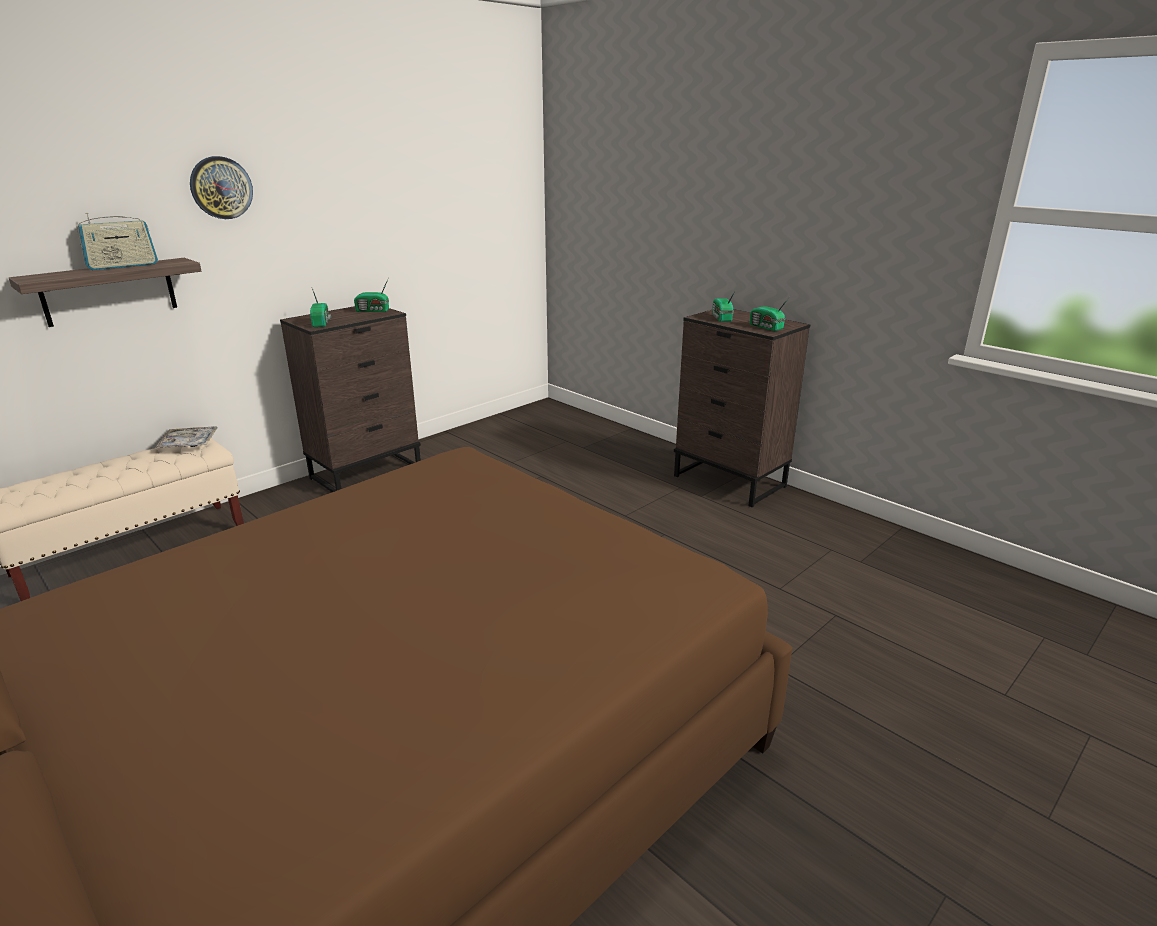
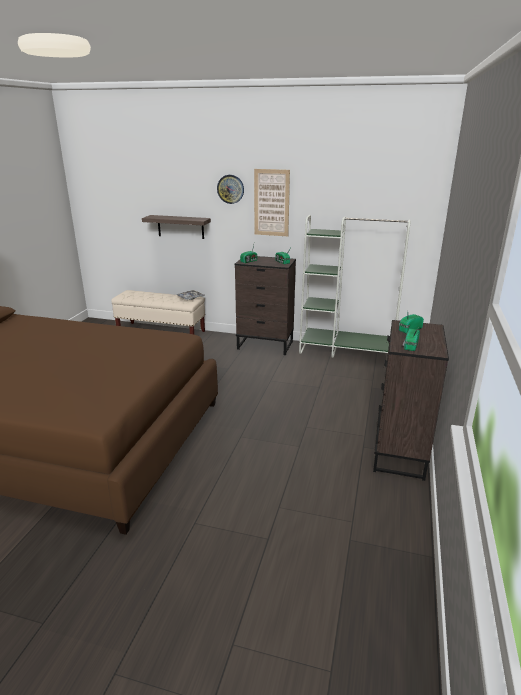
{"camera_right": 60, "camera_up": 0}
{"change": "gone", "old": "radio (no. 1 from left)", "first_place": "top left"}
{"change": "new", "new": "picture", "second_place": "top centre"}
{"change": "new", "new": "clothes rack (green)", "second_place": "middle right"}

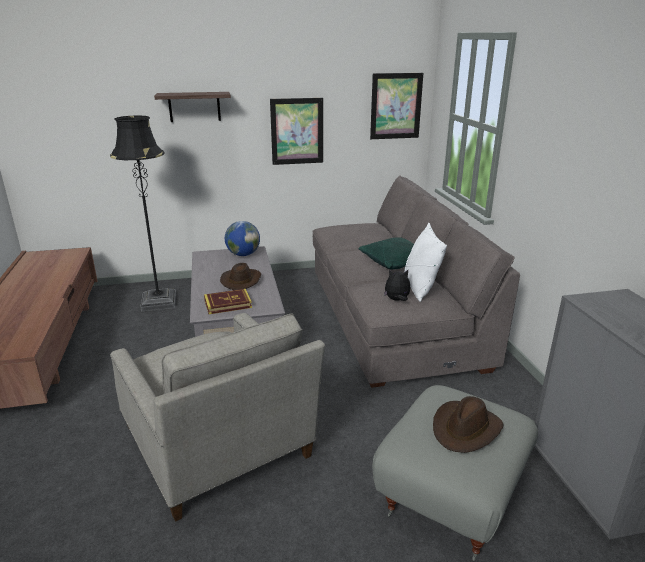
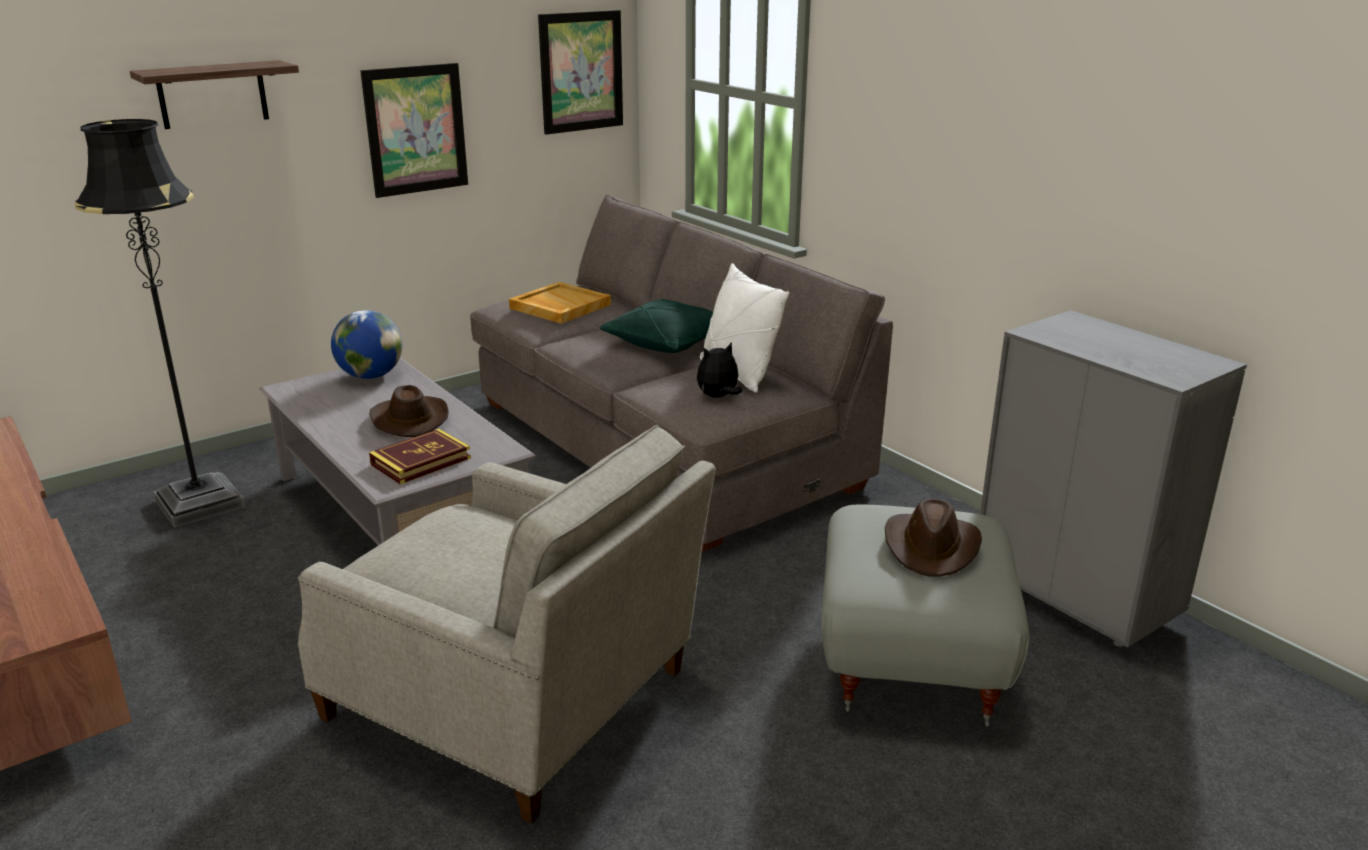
{"camera_right": -25, "camera_up": 0}
{"change": "new", "new": "tray (beige)", "second_place": "centre"}

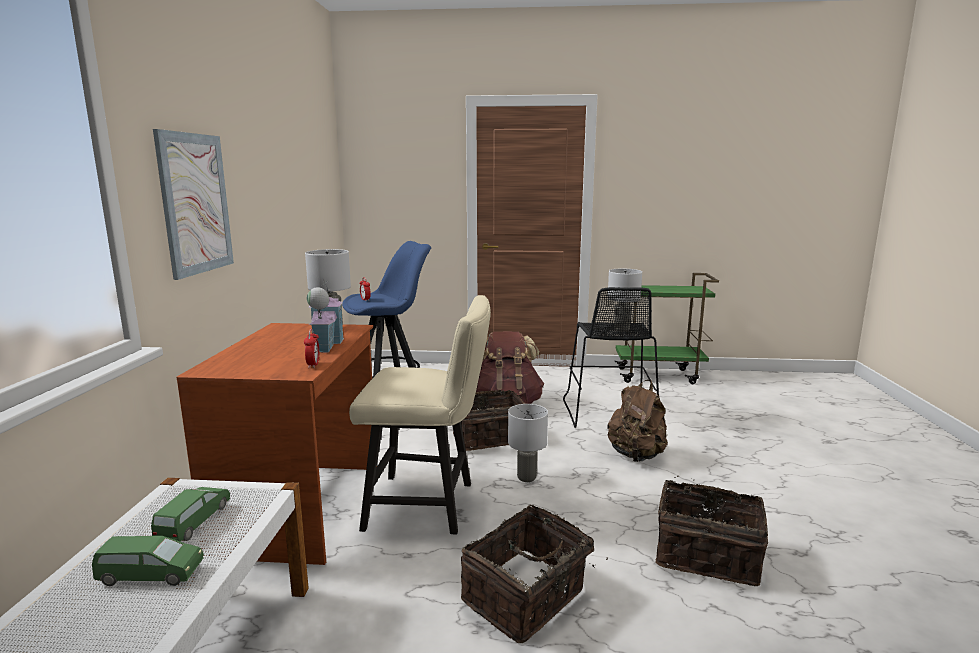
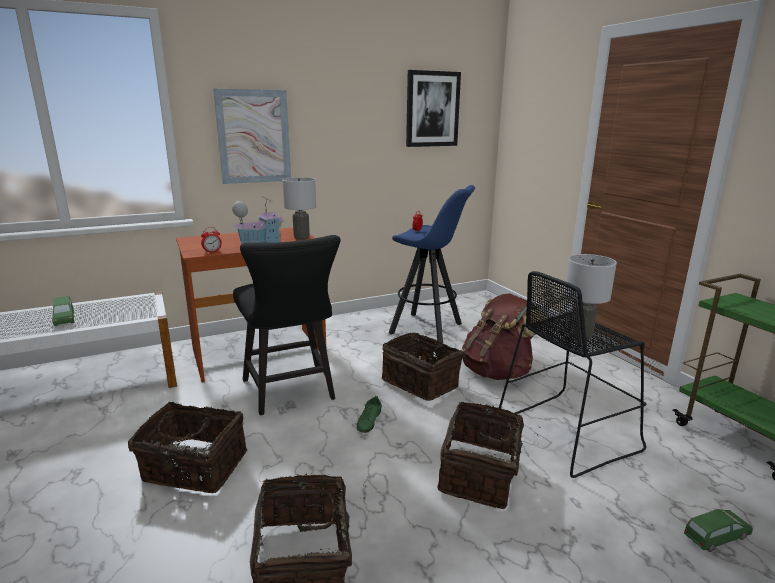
{"camera_right": 60, "camera_up": 5}
{"change": "new", "new": "picture (no. 2 from left)", "second_place": "top centre"}
{"change": "shifted", "old": "toy car (green) (no. 2 from left)", "first_place": "bottom left", "second_place": "bottom right"}
{"change": "swapped", "old": "table lamp (white) (no. 2 from left)", "new": "shoe (green)", "first_place": "bottom centre", "second_place": "bottom centre"}
{"change": "swapped", "old": "backpack (brown) (no. 2 from left)", "new": "basket (no. 4 from left)", "first_place": "centre", "second_place": "bottom centre"}
{"change": "repainted", "old": "chair (beige)", "new": "chair (black)", "first_place": "centre", "second_place": "centre"}

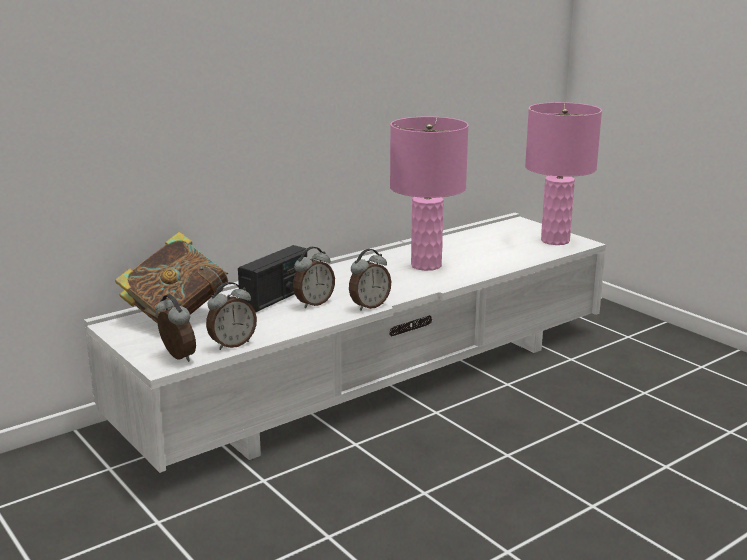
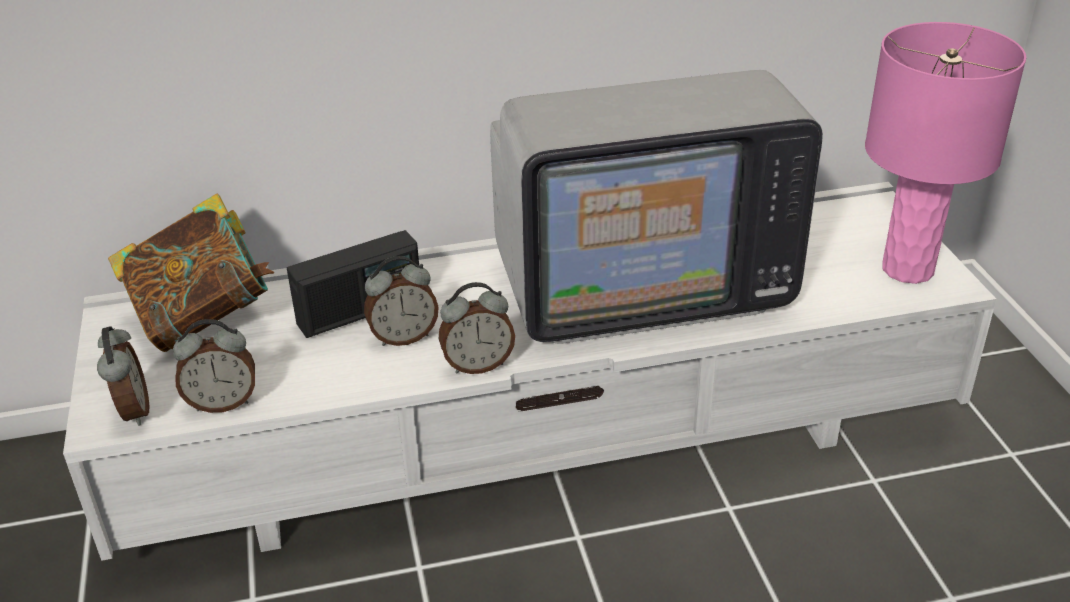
{"camera_right": 25, "camera_up": 15}
{"change": "swapped", "old": "table lamp (pink) (no. 1 from left)", "new": "television", "first_place": "centre", "second_place": "centre"}

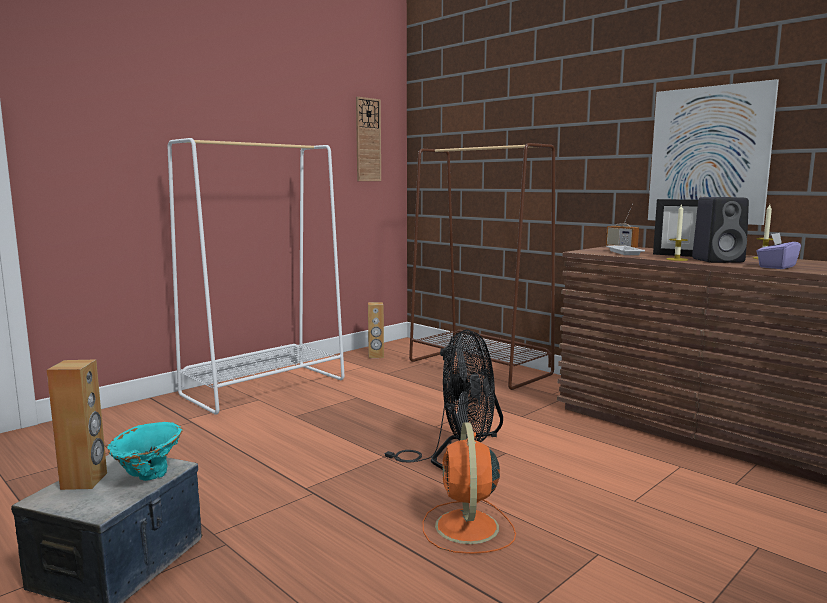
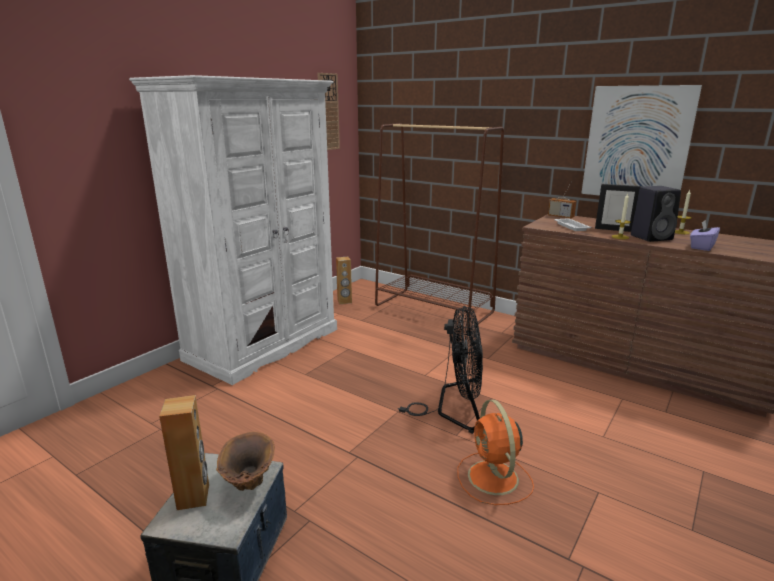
{"camera_right": -10, "camera_up": 10}
{"change": "swapped", "old": "clothes rack (white)", "new": "wardrobe (white)", "first_place": "middle left", "second_place": "middle left"}
{"change": "repainted", "old": "vase (turquoise)", "new": "vase (brown)", "first_place": "bottom left", "second_place": "bottom left"}

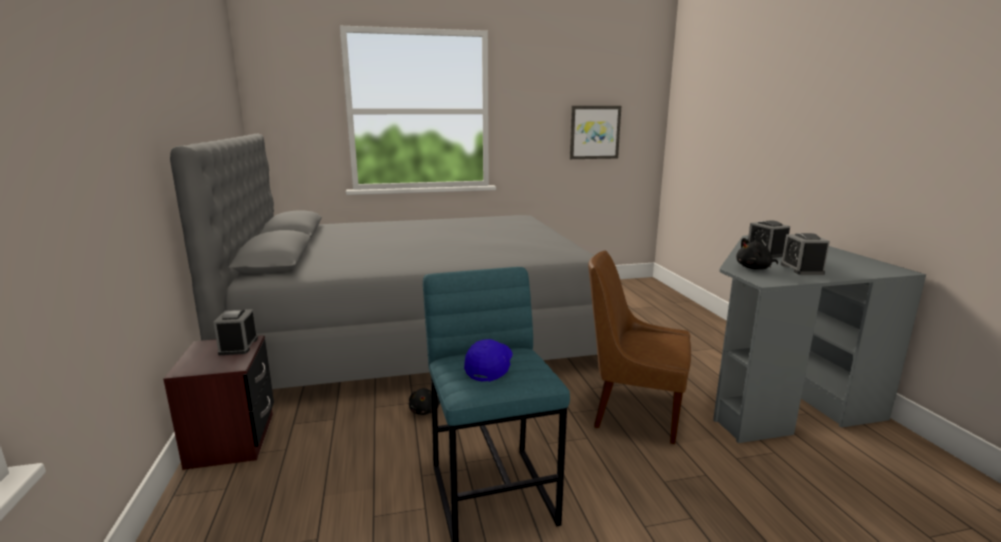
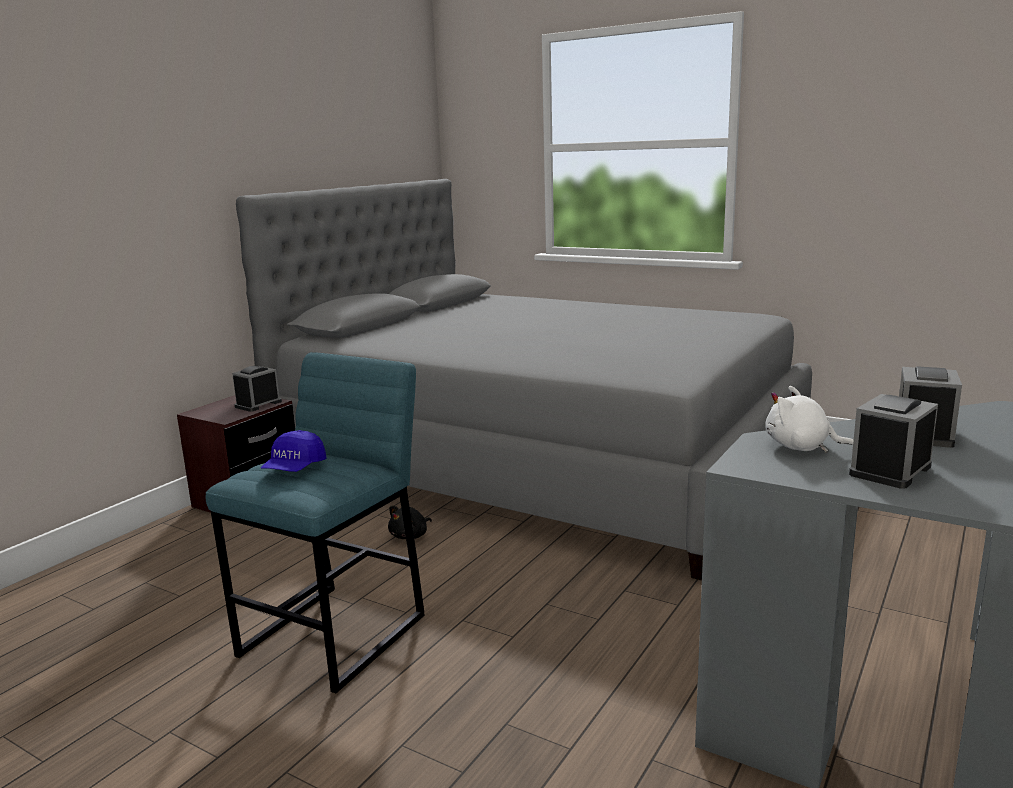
{"camera_right": 45, "camera_up": 0}
{"change": "gone", "old": "picture", "first_place": "top centre"}
{"change": "gone", "old": "chair (brown)", "first_place": "centre"}
{"change": "repainted", "old": "plush toy (black) (no. 2 from left)", "new": "plush toy (white)", "first_place": "middle right", "second_place": "middle right"}
{"change": "rotated", "old": "cap (blue)", "first_place": "centre", "second_place": "middle left", "degrees": 135}

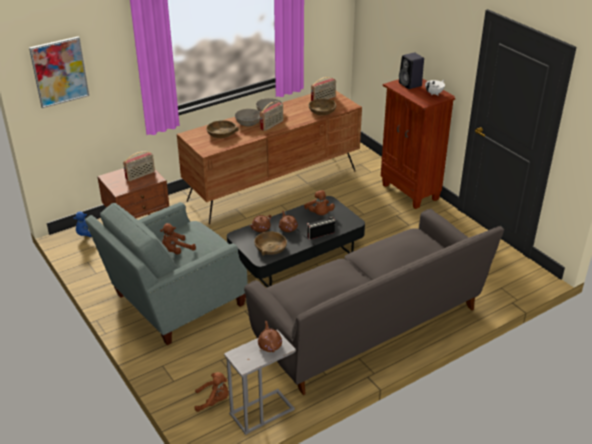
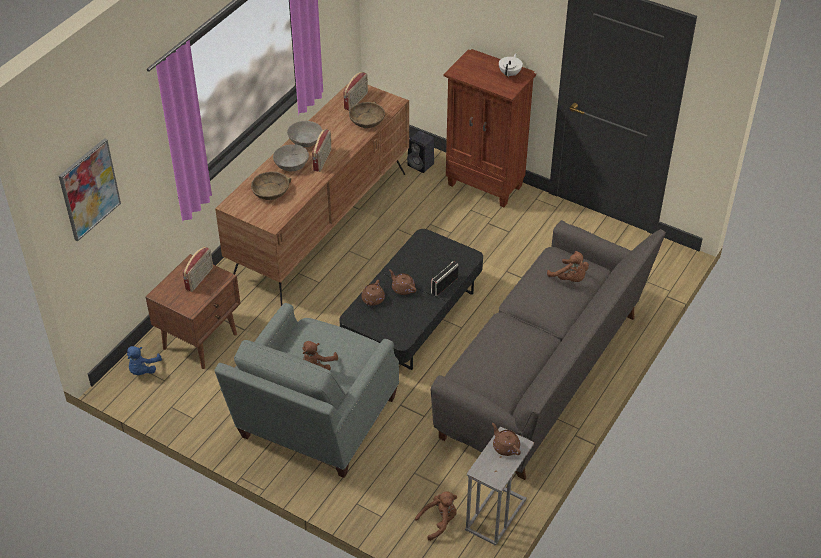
{"camera_right": -25, "camera_up": 10}
{"change": "gone", "old": "bowl (brown) (no. 2 from left)", "first_place": "centre"}
{"change": "shifted", "old": "plush toy (brown) (no. 3 from left)", "first_place": "centre", "second_place": "middle right"}
{"change": "shifted", "old": "speaker (black)", "first_place": "top right", "second_place": "top centre"}

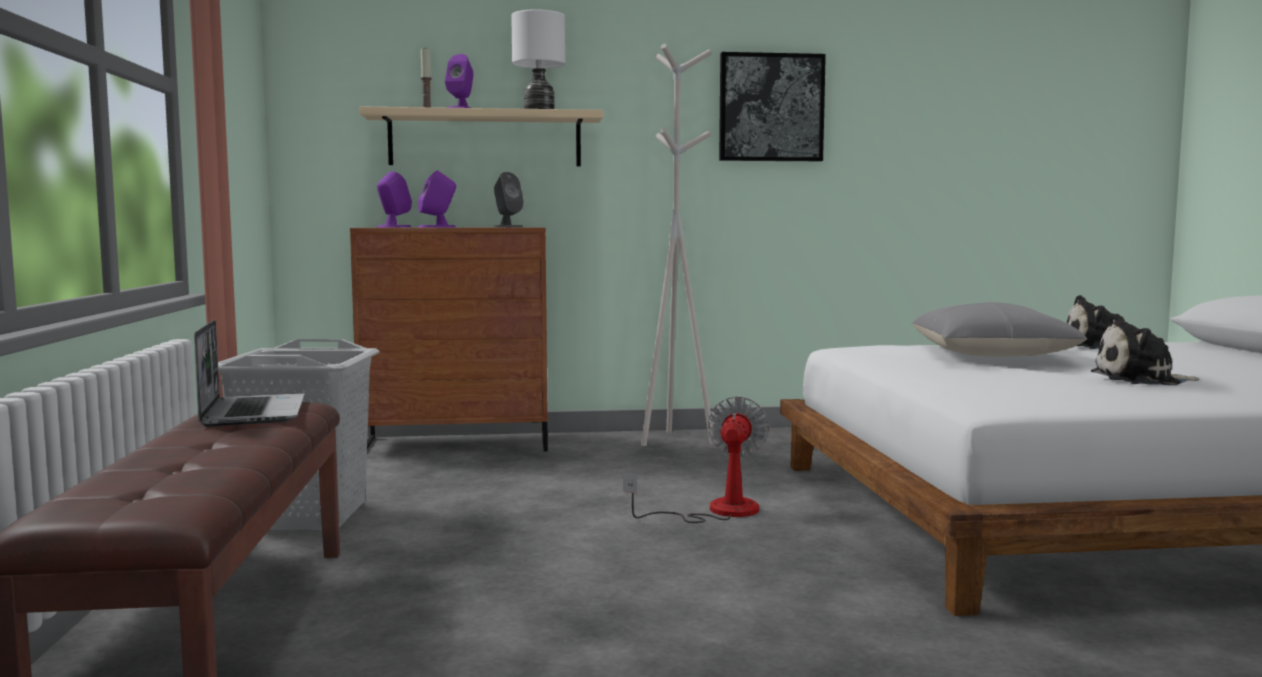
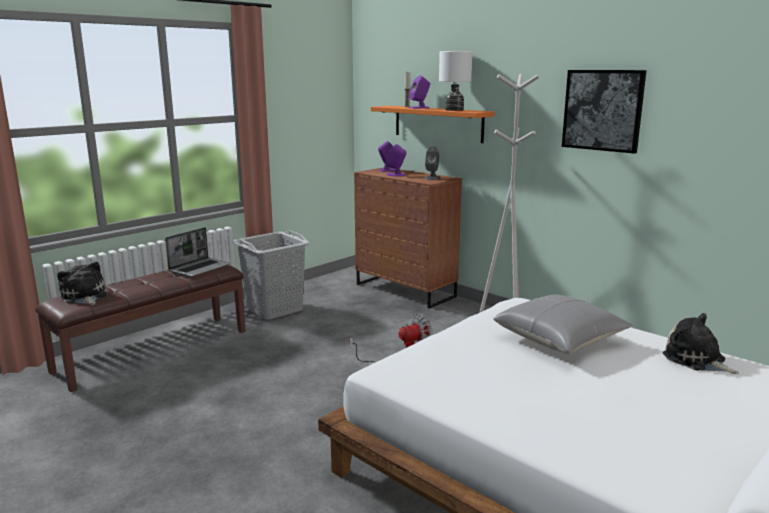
{"camera_right": 50, "camera_up": 10}
{"change": "shifted", "old": "plush toy (no. 2 from left in the first image)", "new": "plush toy (no. 1 from left)", "first_place": "middle right", "second_place": "middle left"}
{"change": "repainted", "old": "shelf (beige)", "new": "shelf (orange)", "first_place": "top centre", "second_place": "top centre"}

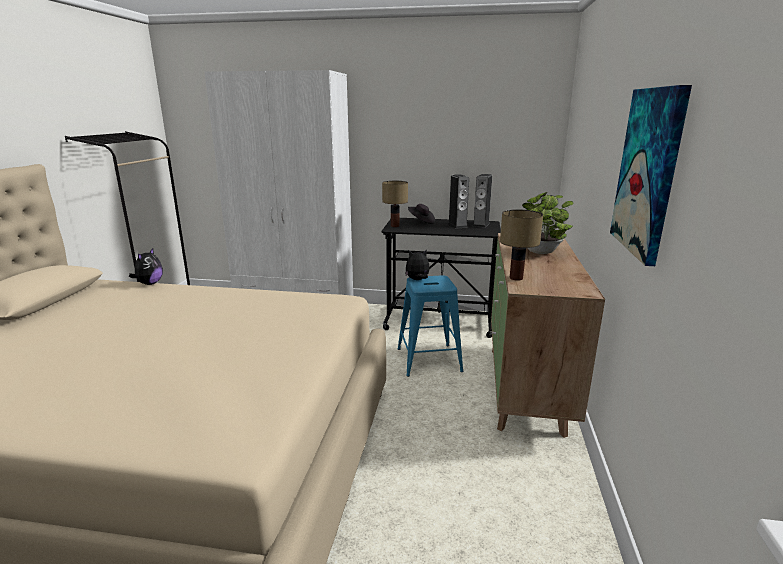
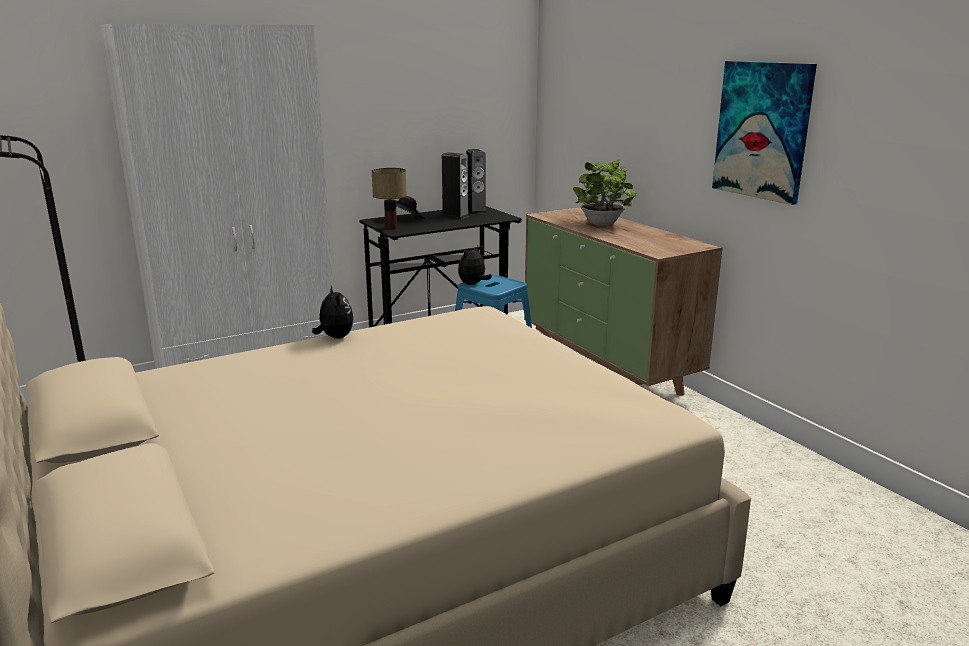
{"camera_right": -40, "camera_up": 0}
{"change": "gone", "old": "table lamp (no. 2 from left)", "first_place": "centre"}
{"change": "shifted", "old": "plush toy (no. 1 from left)", "first_place": "middle left", "second_place": "centre"}

